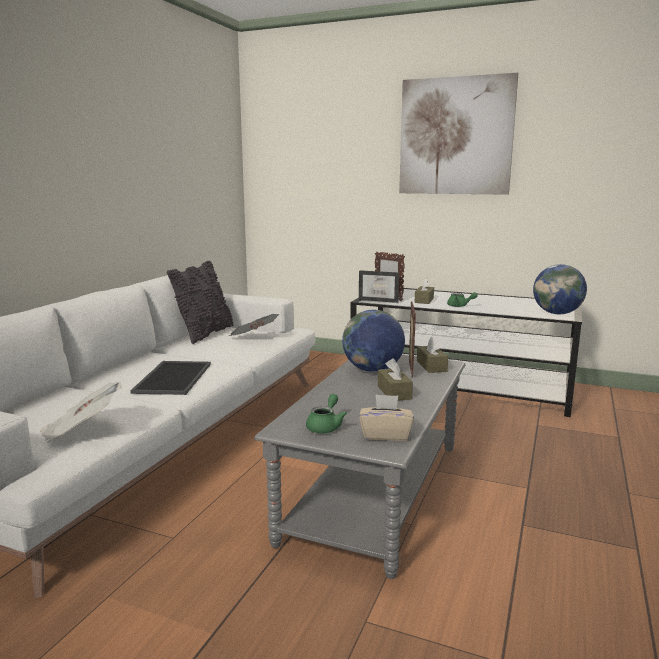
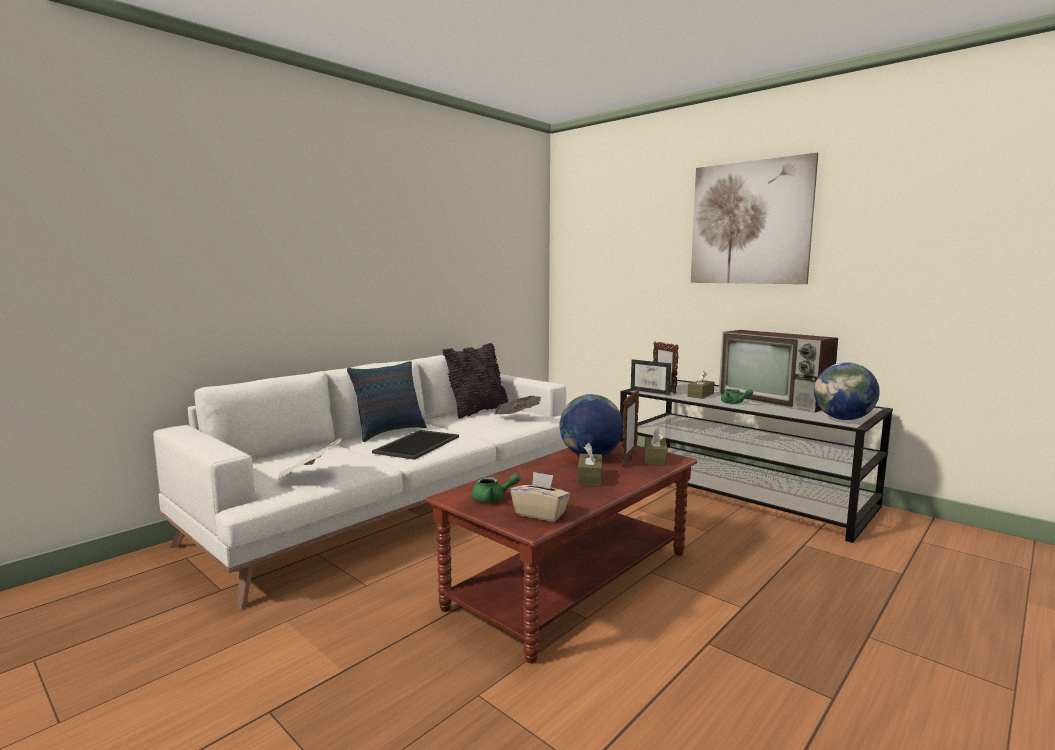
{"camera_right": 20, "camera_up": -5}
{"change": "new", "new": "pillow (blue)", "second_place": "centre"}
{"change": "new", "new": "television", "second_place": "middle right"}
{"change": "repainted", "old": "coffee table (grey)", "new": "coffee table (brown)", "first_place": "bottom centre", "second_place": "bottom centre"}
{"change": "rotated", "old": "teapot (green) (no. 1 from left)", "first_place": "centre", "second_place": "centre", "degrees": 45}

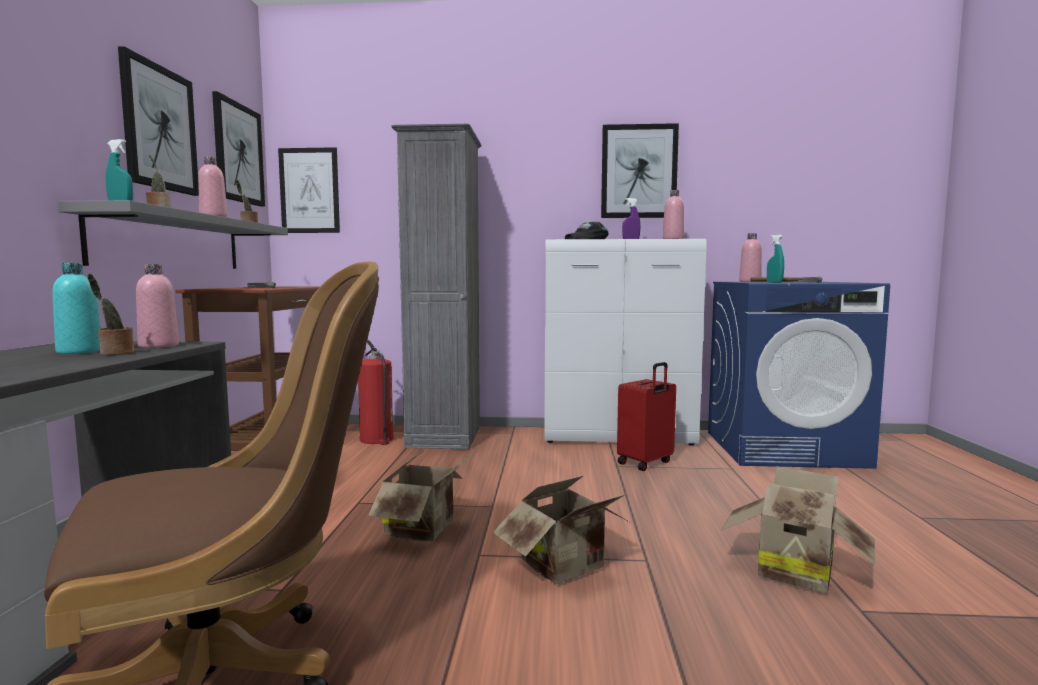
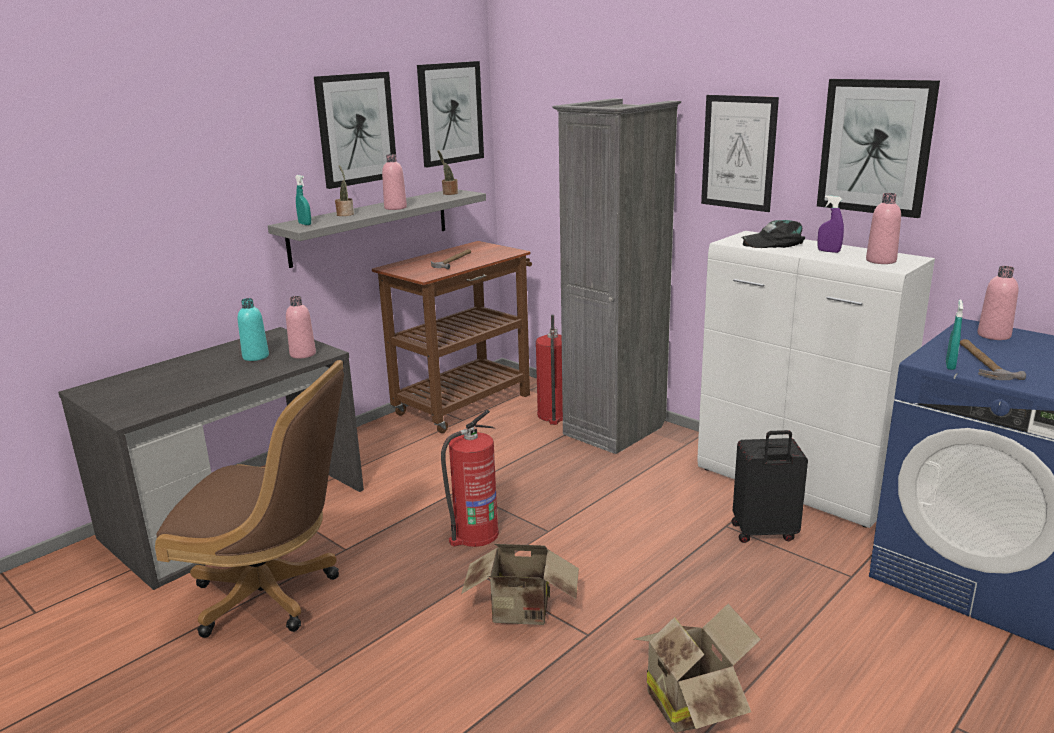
{"camera_right": 40, "camera_up": 15}
{"change": "gone", "old": "potted plant (no. 1 from left)", "first_place": "middle left"}
{"change": "shifted", "old": "picture (no. 3 from left)", "first_place": "top left", "second_place": "top right"}
{"change": "swapped", "old": "cardboard box (no. 1 from left)", "new": "fire extinguisher (no. 1 from left)", "first_place": "bottom centre", "second_place": "centre"}
{"change": "repainted", "old": "suitcase (red)", "new": "suitcase (black)", "first_place": "centre", "second_place": "middle right"}

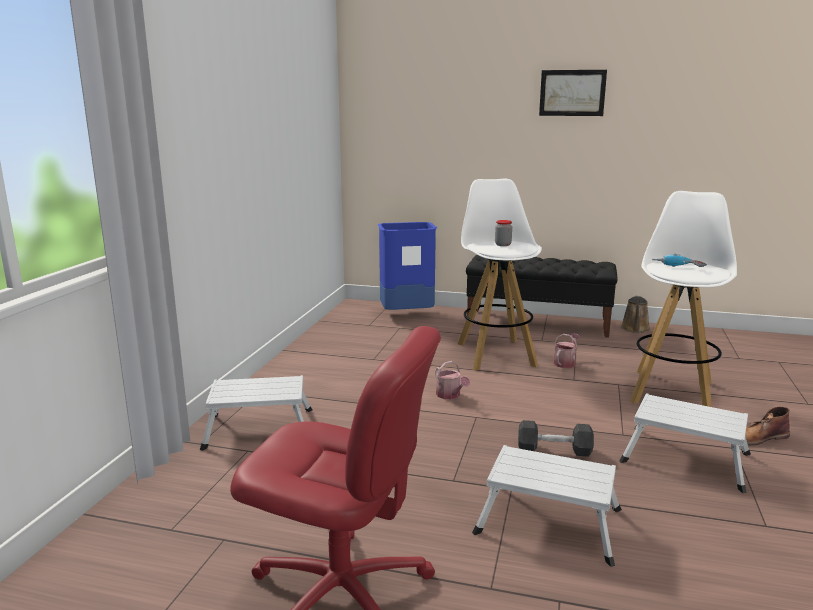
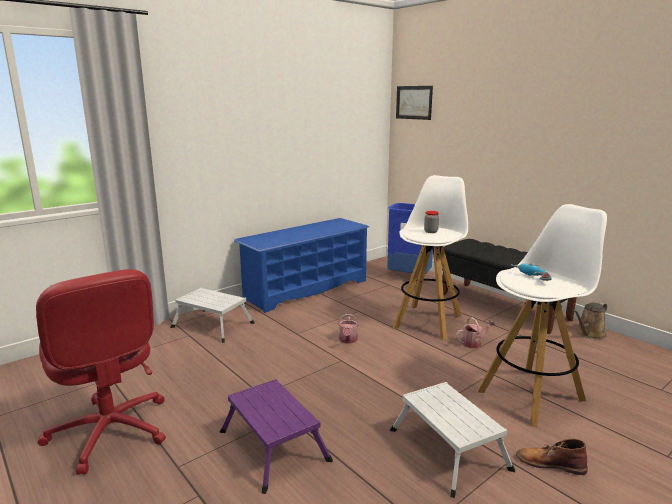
{"camera_right": 35, "camera_up": 0}
{"change": "gone", "old": "dumbbell (grey)", "first_place": "bottom right"}
{"change": "new", "new": "shoe rack (blue)", "second_place": "centre"}
{"change": "shifted", "old": "picture", "first_place": "top right", "second_place": "top centre"}
{"change": "repainted", "old": "step ladder (white) (no. 2 from left)", "new": "step ladder (purple)", "first_place": "bottom right", "second_place": "bottom centre"}

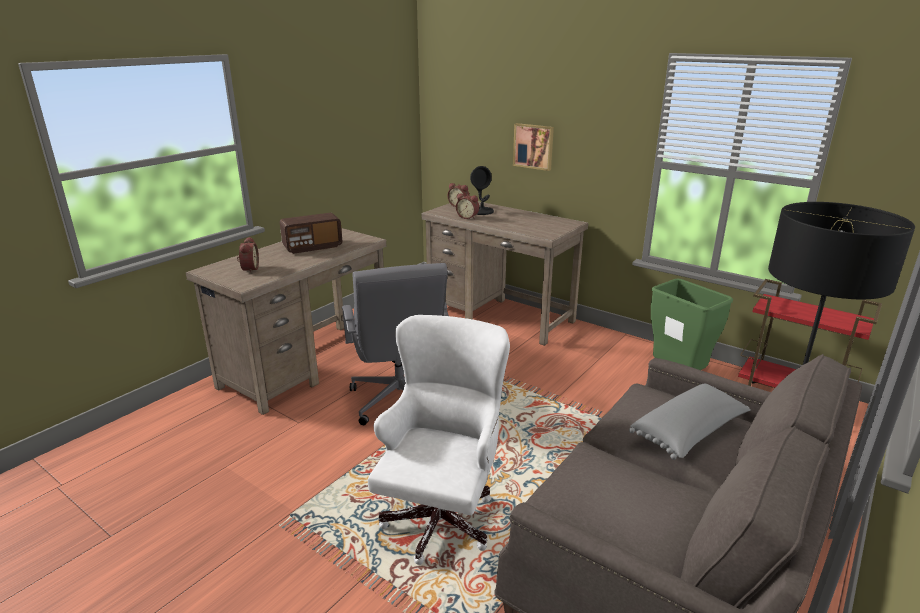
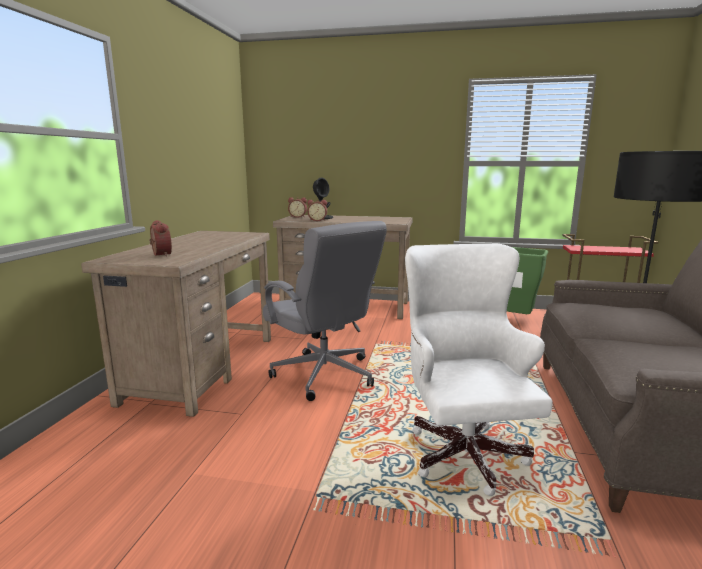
{"camera_right": -25, "camera_up": -10}
{"change": "gone", "old": "radio", "first_place": "centre"}
{"change": "gone", "old": "picture", "first_place": "top centre"}
{"change": "gone", "old": "pillow (grey)", "first_place": "bottom right"}

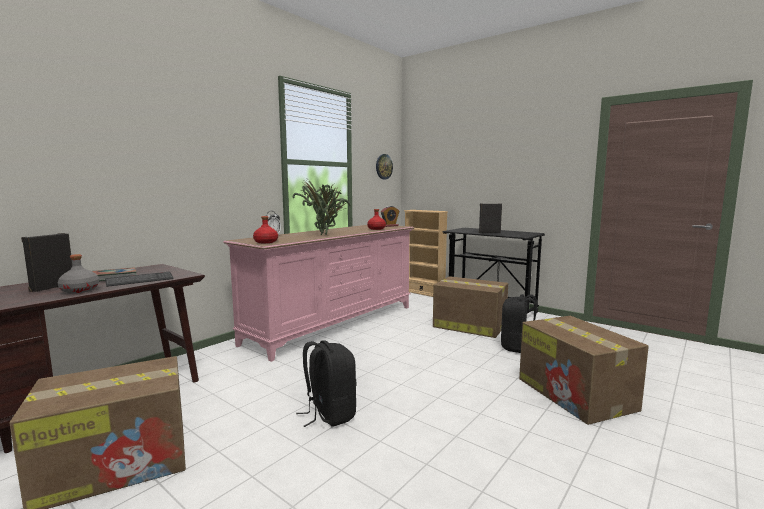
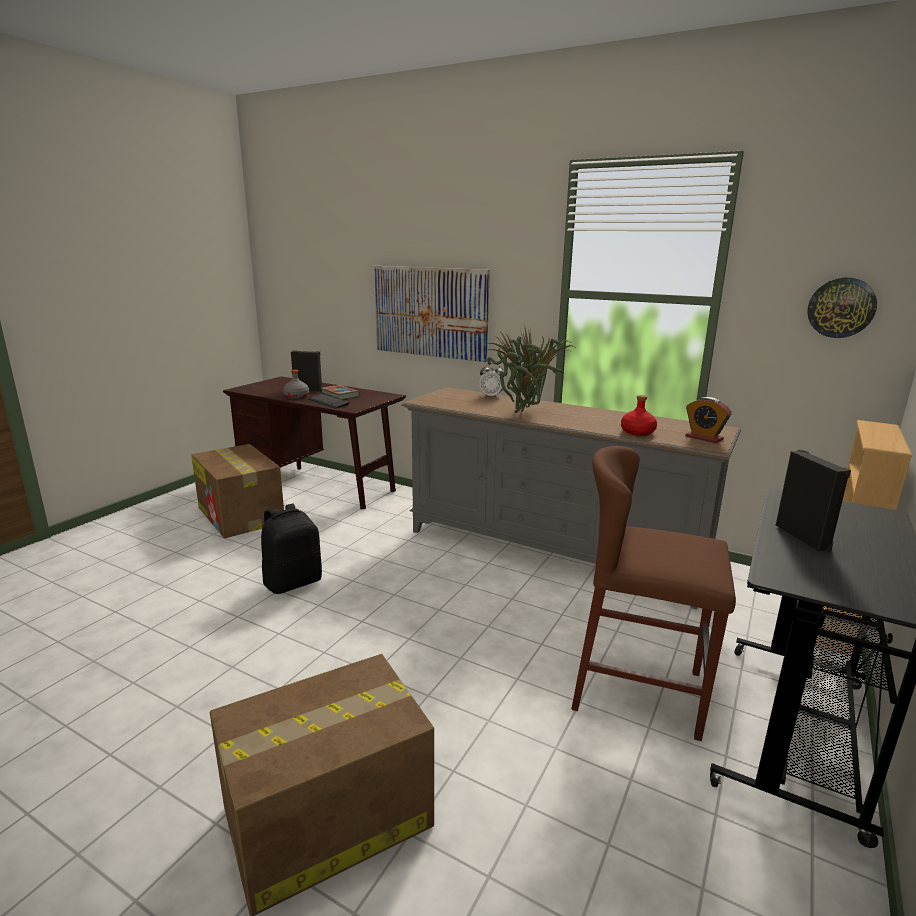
{"camera_right": 80, "camera_up": 10}
{"change": "gone", "old": "bottle (red) (no. 1 from left)", "first_place": "centre"}
{"change": "gone", "old": "backpack (black) (no. 2 from left)", "first_place": "middle right"}
{"change": "new", "new": "picture", "second_place": "centre"}
{"change": "swapped", "old": "cardboard box (no. 2 from left)", "new": "stool (brown)", "first_place": "centre", "second_place": "middle right"}
{"change": "repainted", "old": "cabinet (pink)", "new": "cabinet (grey)", "first_place": "centre", "second_place": "centre"}

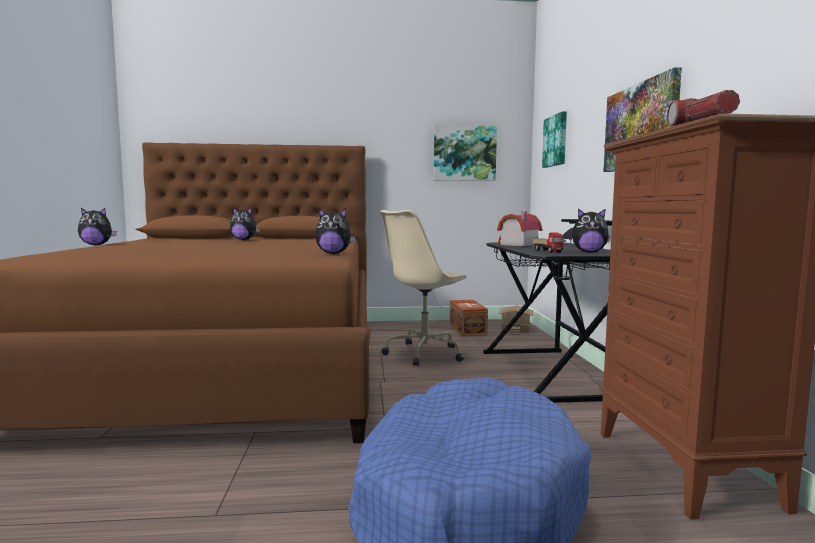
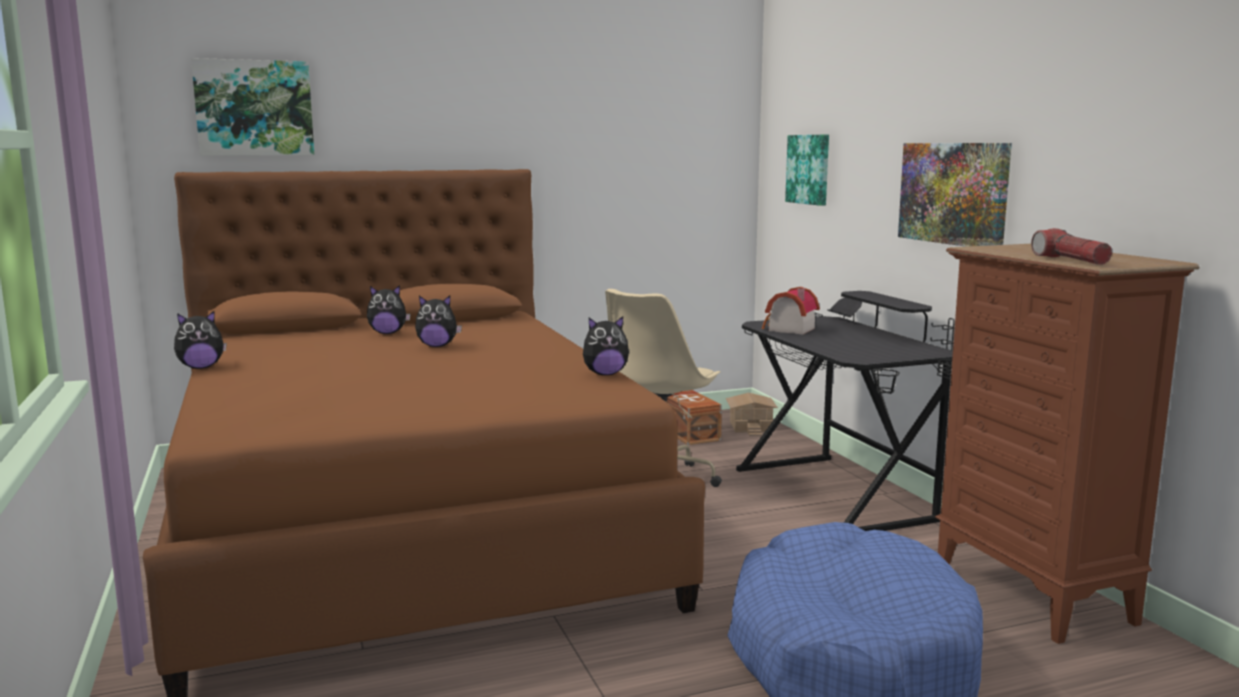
{"camera_right": -15, "camera_up": 5}
{"change": "gone", "old": "toy truck", "first_place": "middle right"}
{"change": "shifted", "old": "picture (no. 1 from left)", "first_place": "top centre", "second_place": "top left"}
{"change": "shifted", "old": "plush toy (no. 4 from left in the first image)", "new": "plush toy (no. 3 from left)", "first_place": "middle right", "second_place": "centre"}

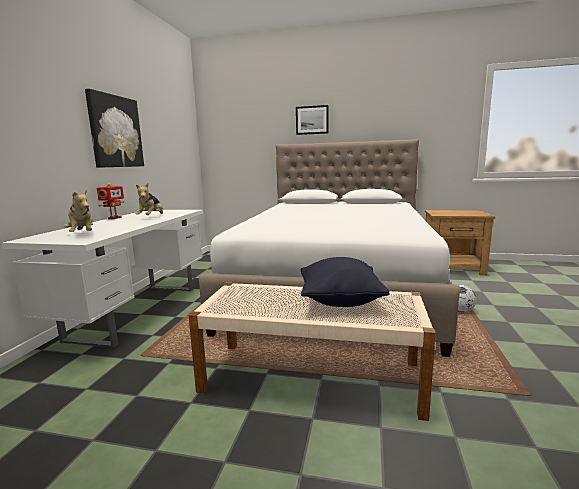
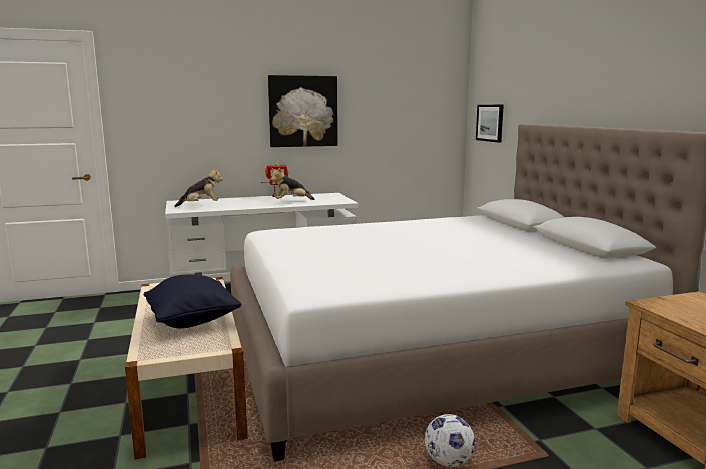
{"camera_right": 60, "camera_up": 0}
{"change": "shifted", "old": "picture (no. 2 from left)", "first_place": "top centre", "second_place": "top right"}
{"change": "rotated", "old": "plush toy (no. 1 from left)", "first_place": "middle left", "second_place": "middle left", "degrees": -135}

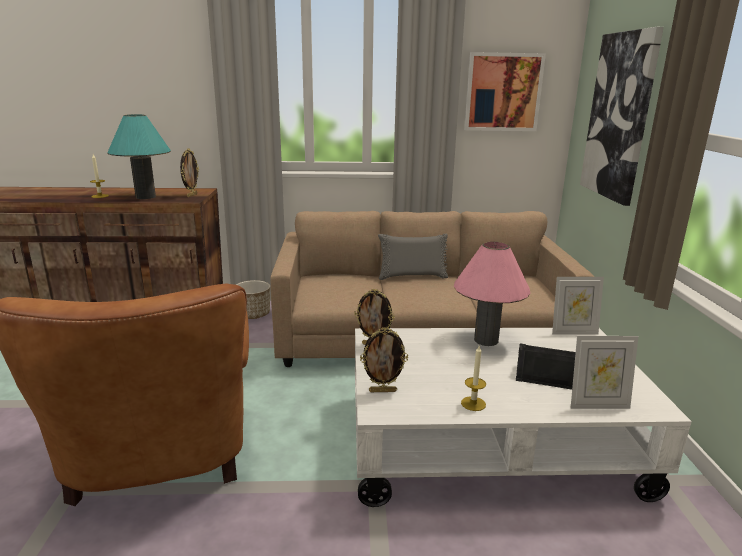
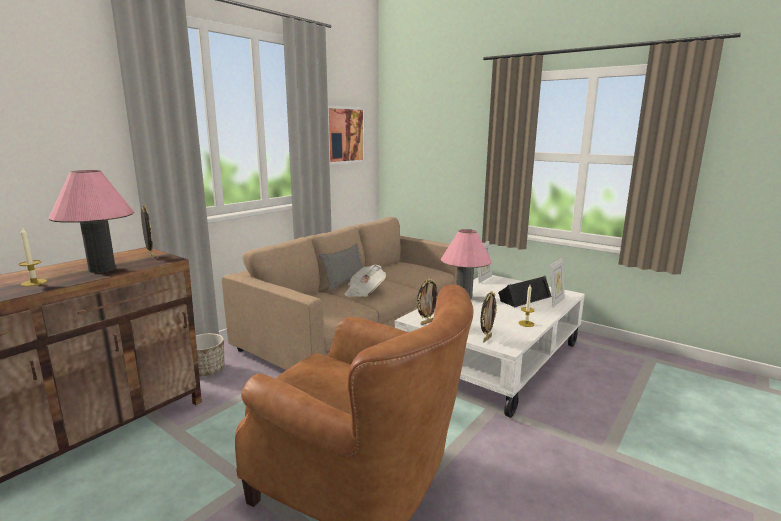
{"camera_right": -50, "camera_up": -5}
{"change": "gone", "old": "picture (no. 2 from left)", "first_place": "top right"}
{"change": "new", "new": "newspaper", "second_place": "centre"}
{"change": "repainted", "old": "table lamp (turquoise)", "new": "table lamp (pink) (no. 1 from left)", "first_place": "top left", "second_place": "middle left"}

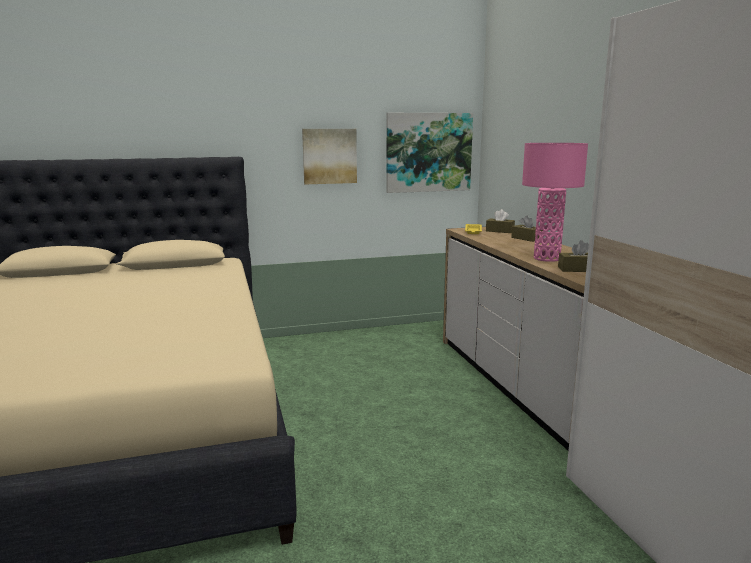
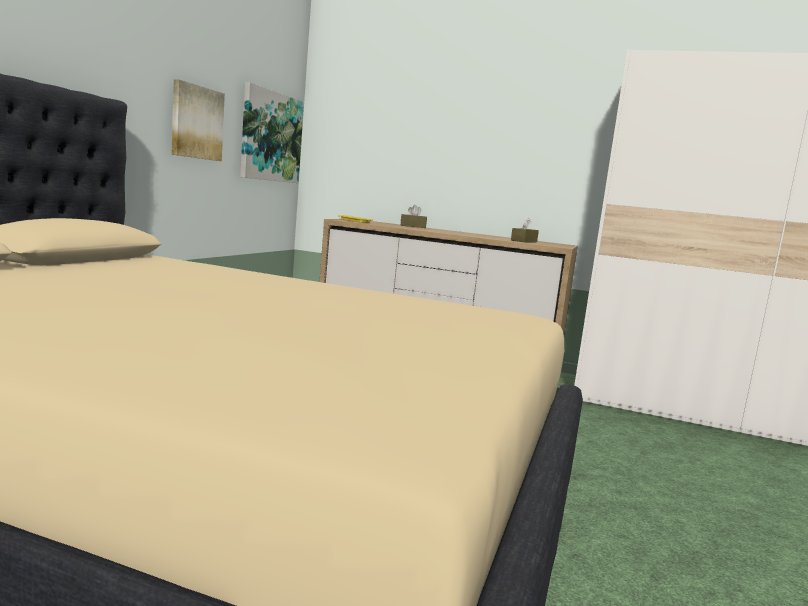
{"camera_right": -55, "camera_up": -5}
{"change": "gone", "old": "tissue box (brown) (no. 1 from left)", "first_place": "centre"}
{"change": "gone", "old": "table lamp (pink)", "first_place": "middle right"}

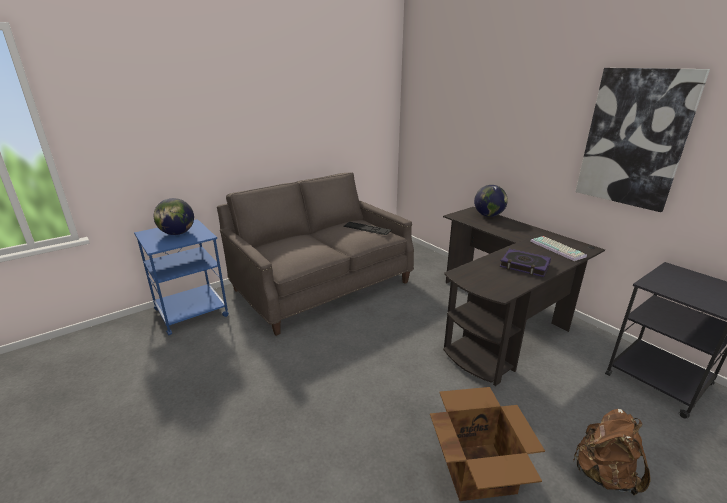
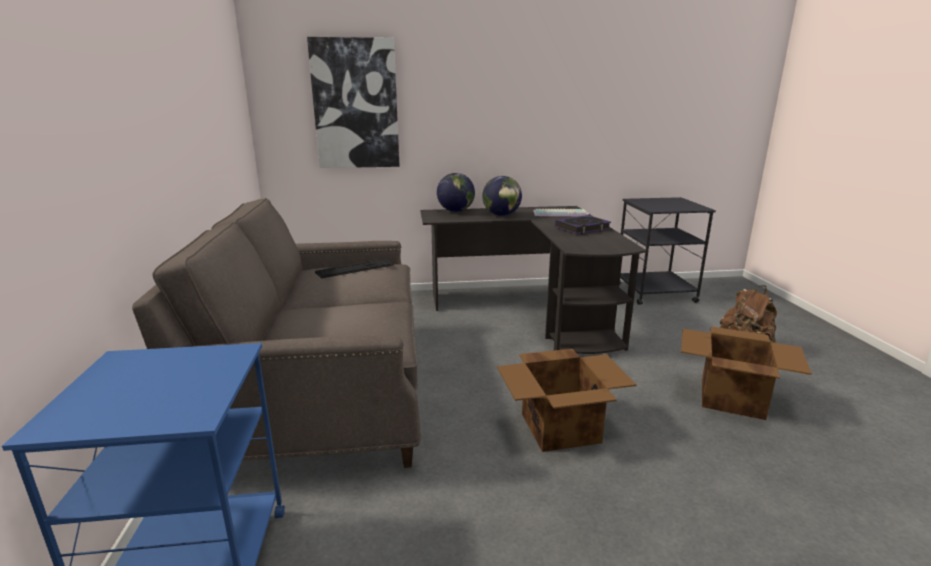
{"camera_right": -60, "camera_up": -5}
{"change": "new", "new": "cardboard box (no. 1 from left)", "second_place": "bottom centre"}
{"change": "shifted", "old": "globe (no. 1 from left in the first image)", "new": "globe (no. 2 from left)", "first_place": "middle left", "second_place": "centre"}
{"change": "shifted", "old": "picture", "first_place": "top right", "second_place": "top centre"}

